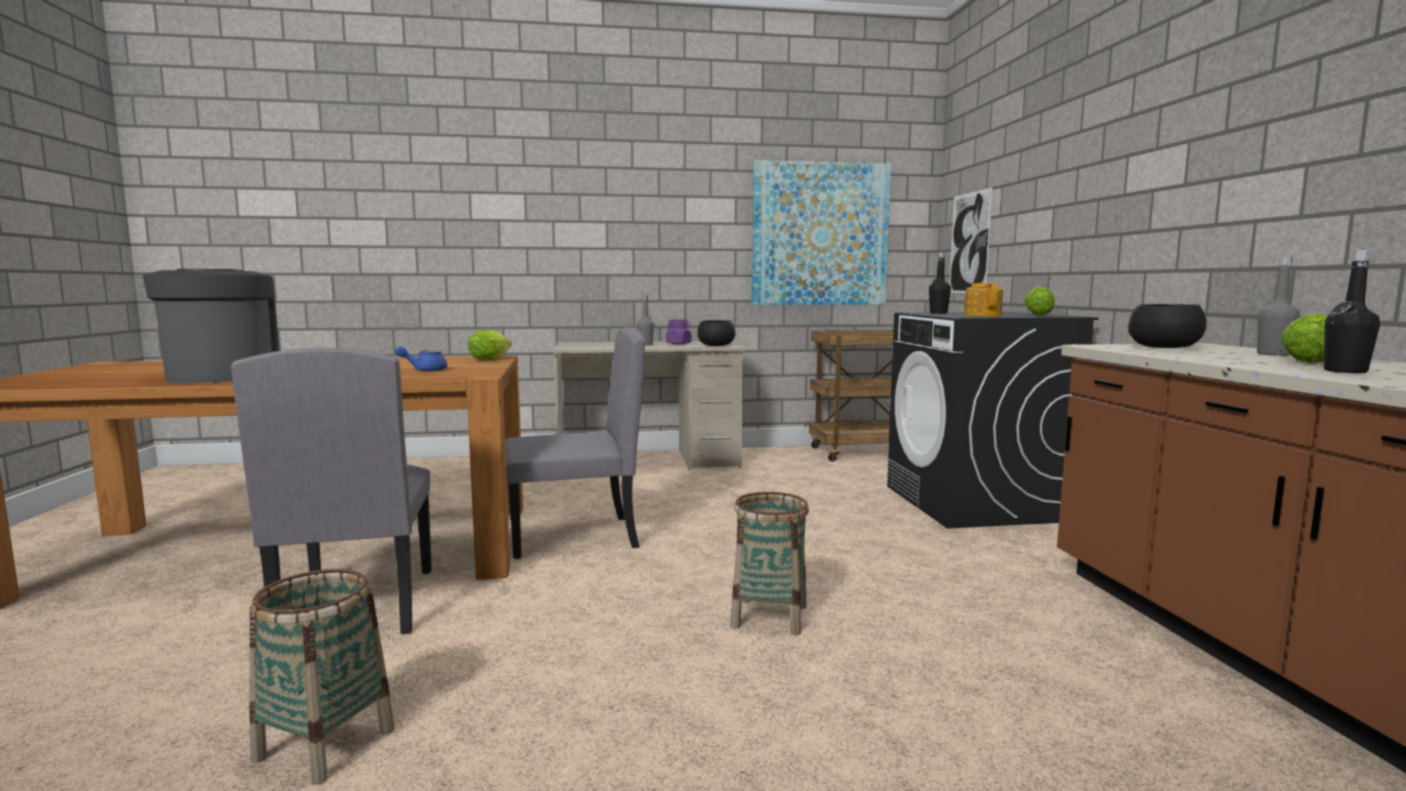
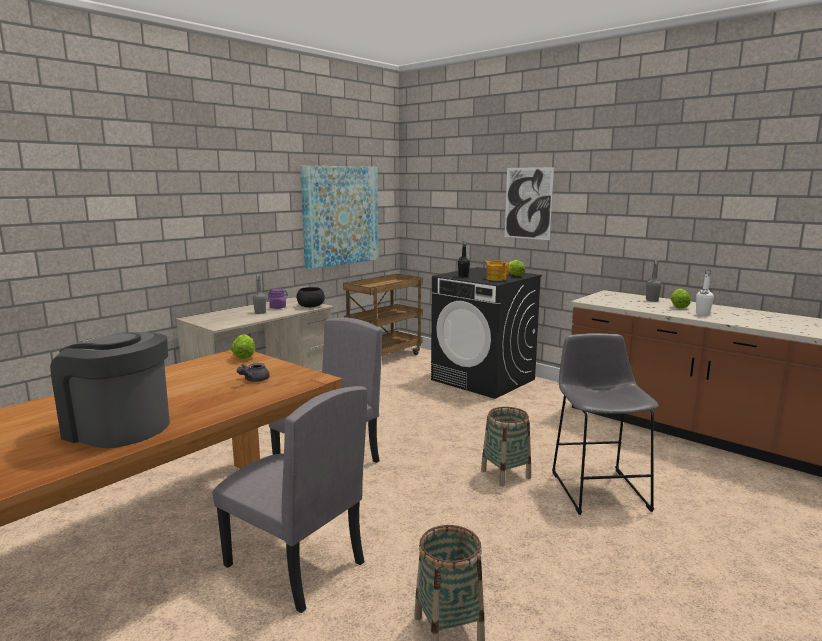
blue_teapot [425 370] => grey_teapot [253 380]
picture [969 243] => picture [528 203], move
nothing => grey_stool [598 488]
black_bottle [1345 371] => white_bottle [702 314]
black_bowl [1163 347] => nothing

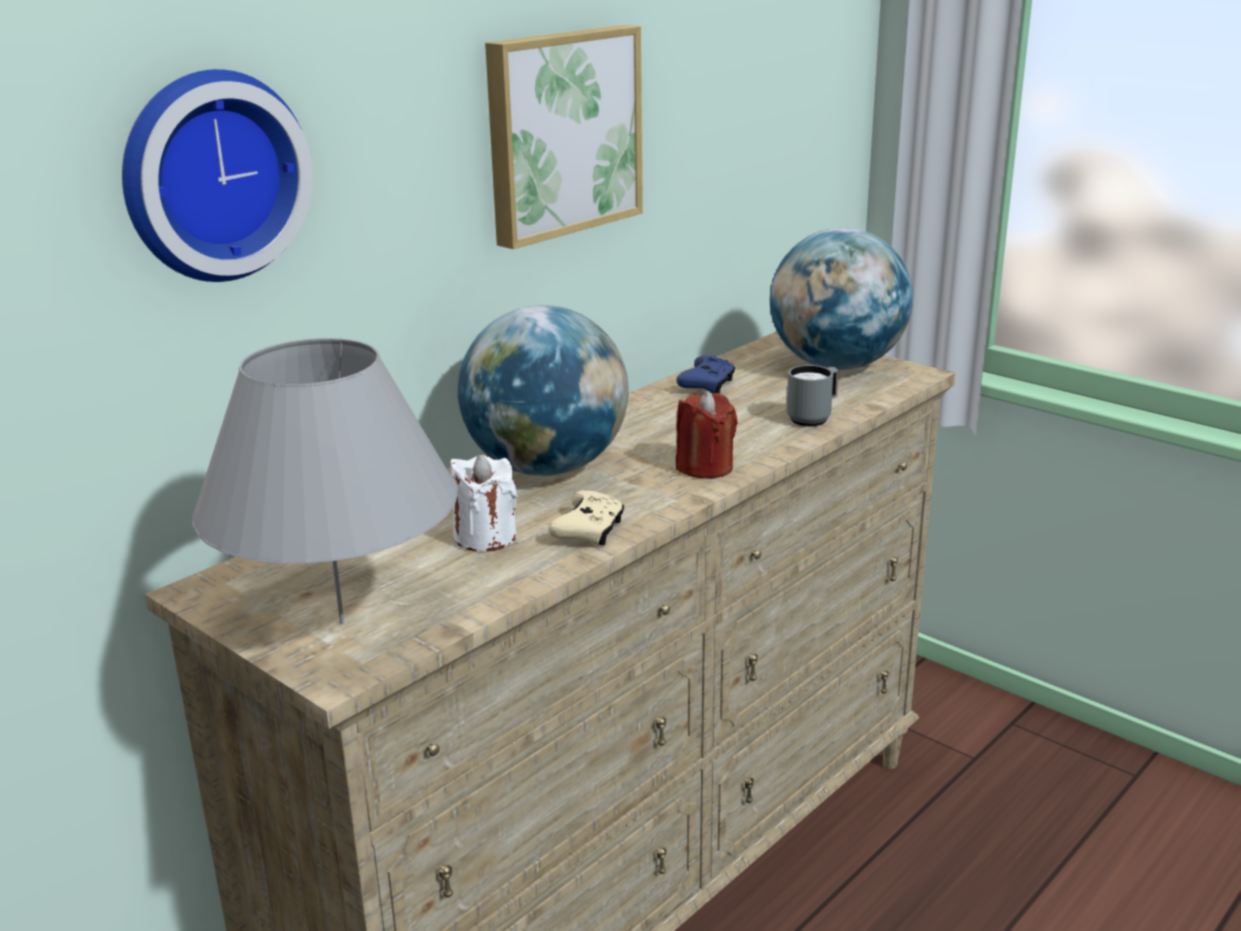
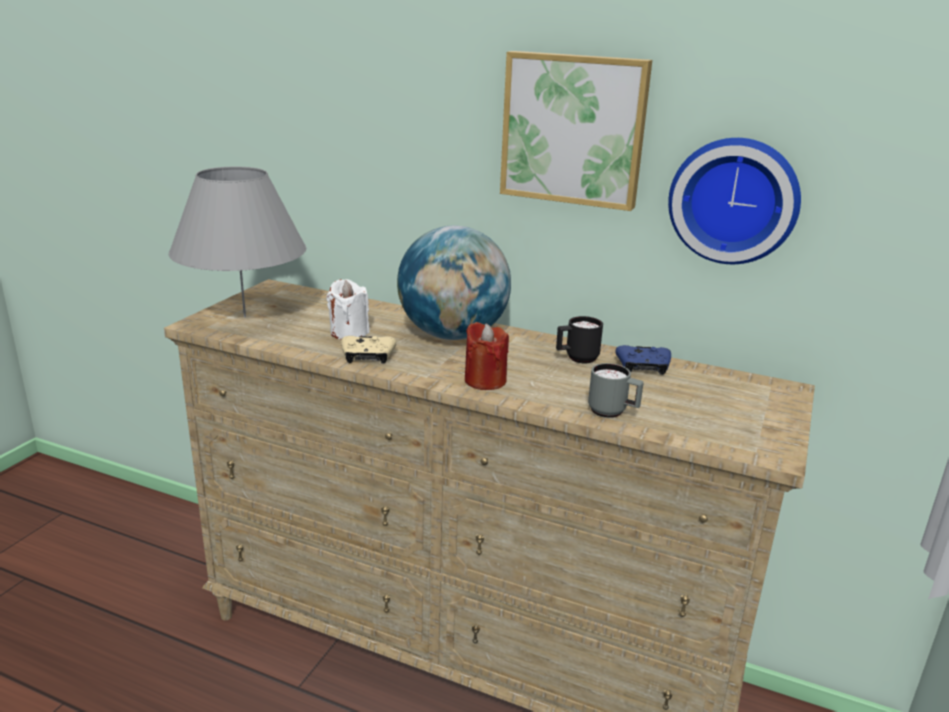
nothing => black_mug [576 358]
wall_clock [210 175] => wall_clock [734 200], move
globe [836 366] => nothing

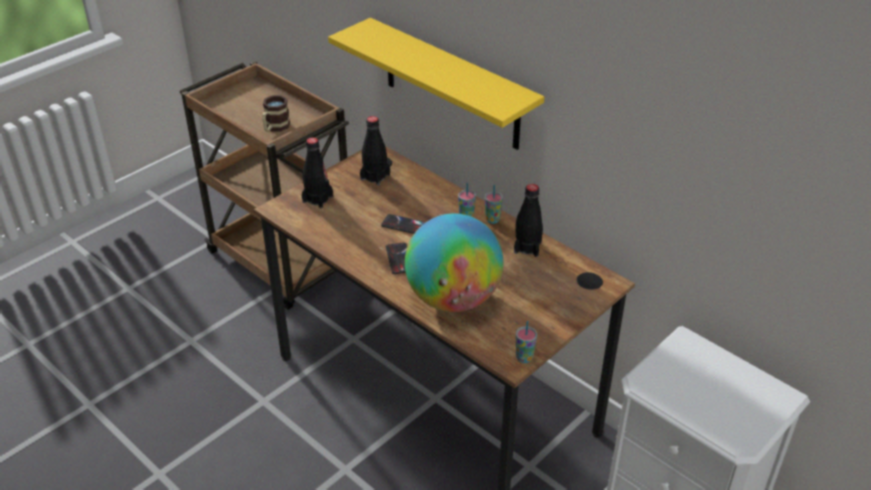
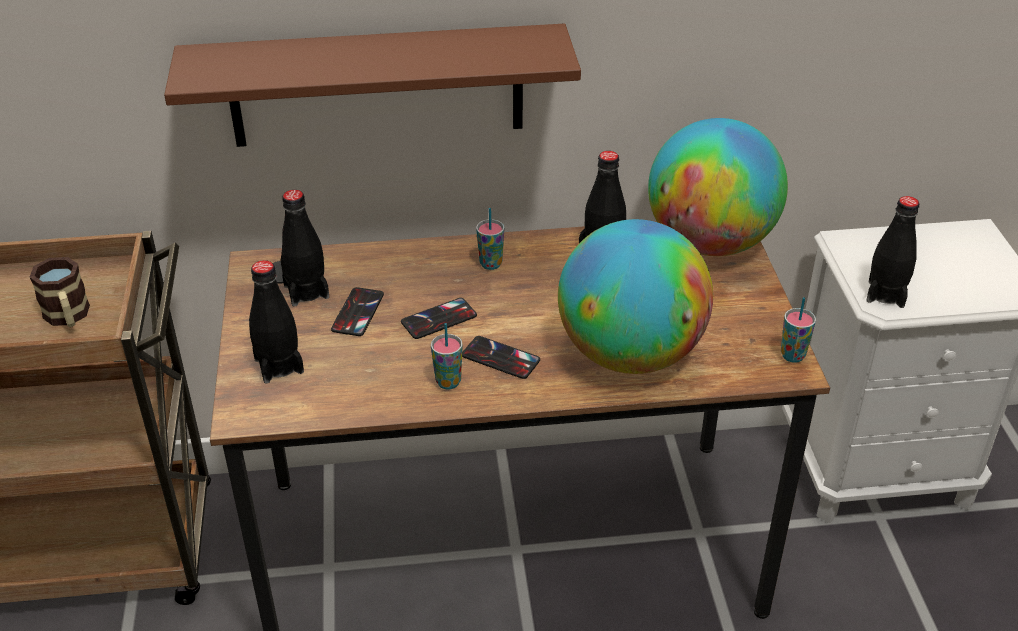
yellow_shelf [451 85] => brown_shelf [376 86]
nothing => phone [357 312]
cup [492 220] => cup [448 382], move
nothing => globe [709 243]
nothing => black_bottle [886 294]

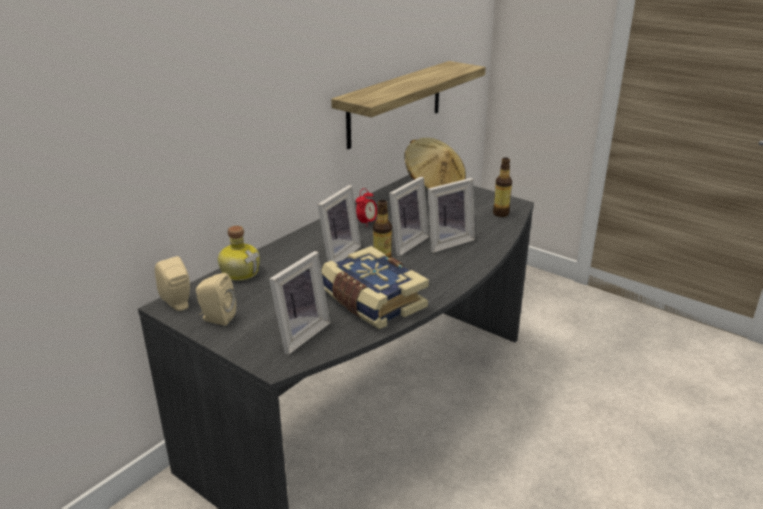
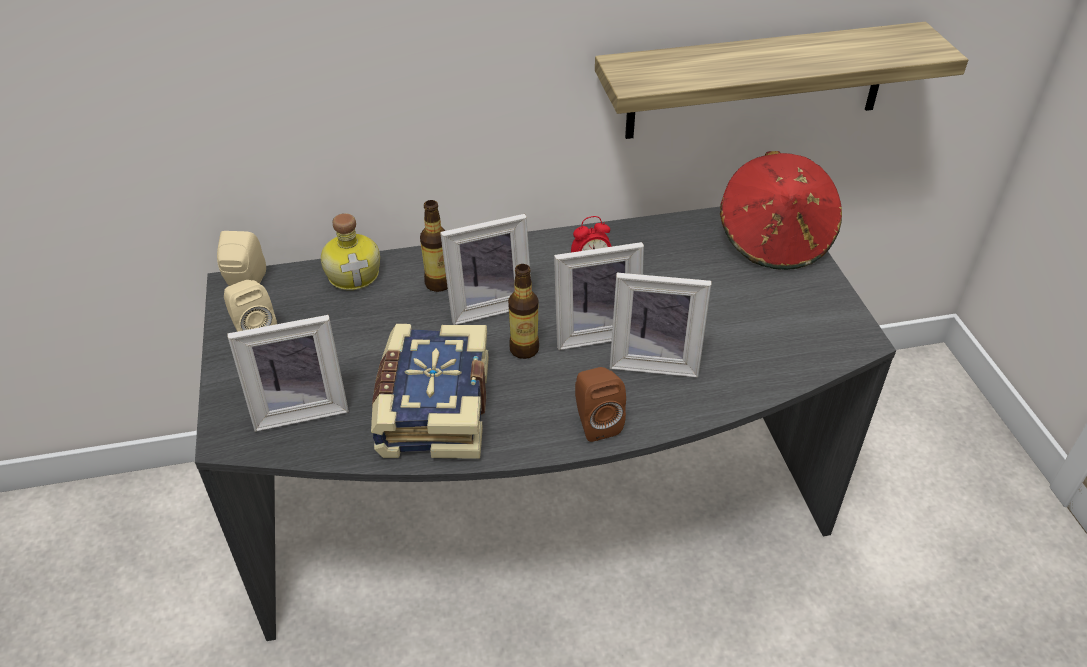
bottle [500 213] => bottle [438 283], move
nothing => brown_speaker [595 422]
beige_hat [434 185] => red_hat [775 241]

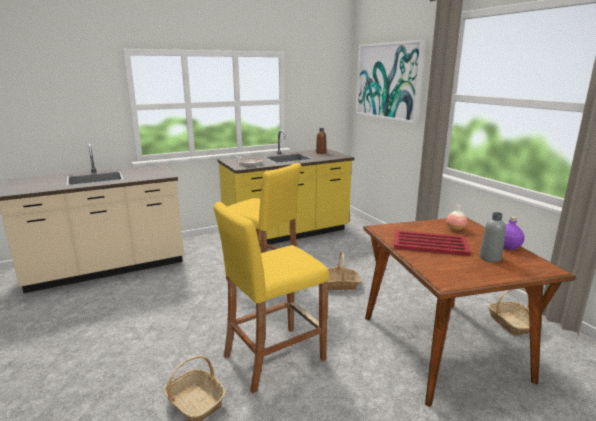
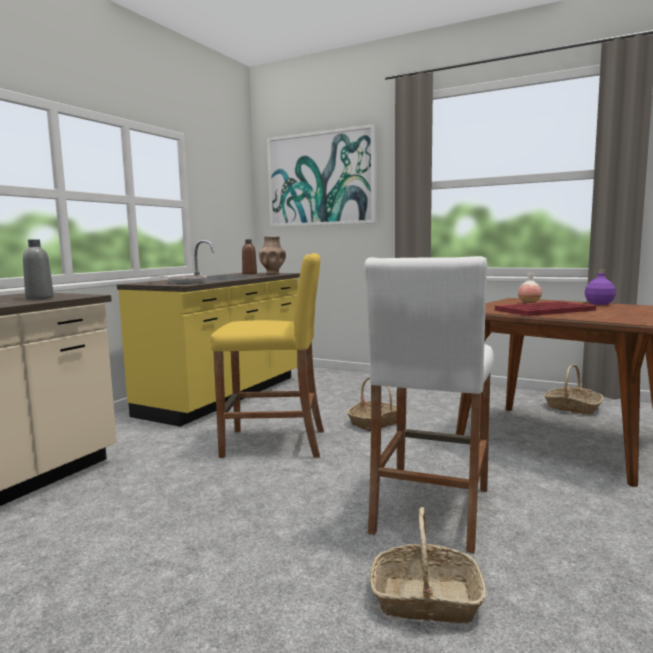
grey_bottle [490 258] => grey_bottle [40 298], move
nothing => brown_vase [273 274]
yellow_stool [274 357] => white_stool [430 509]

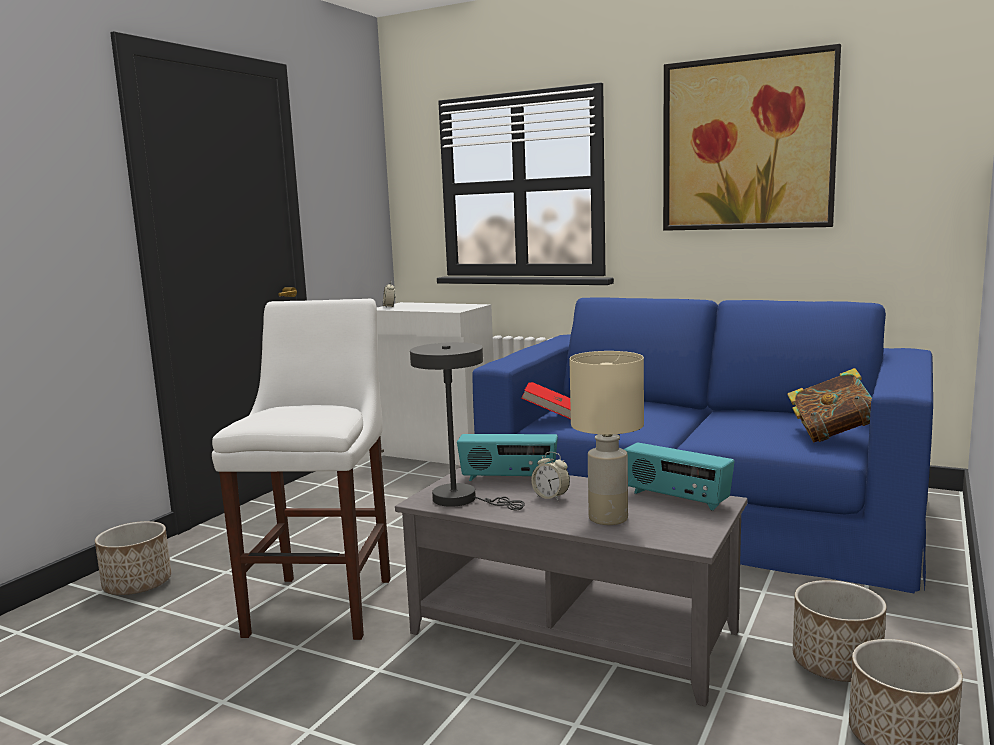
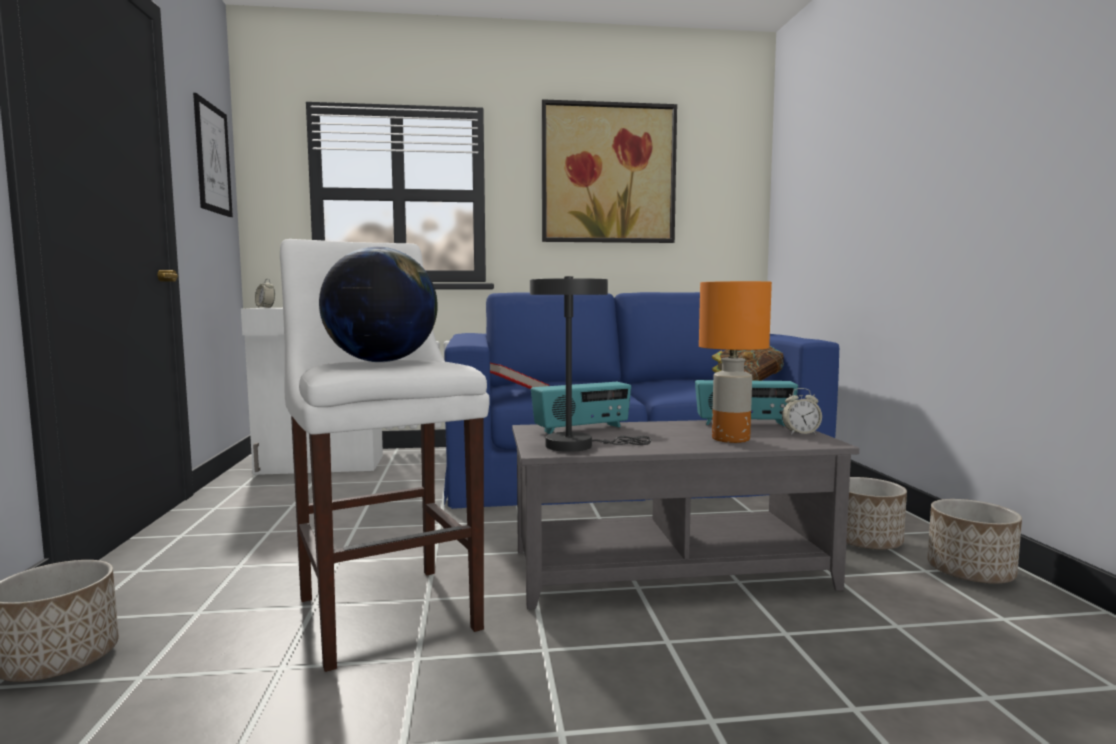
nothing => picture [212 159]
nothing => globe [381 362]
beige_table_lamp [609 518] => orange_table_lamp [731 439]
alarm_clock [551 497] => alarm_clock [800 433], move

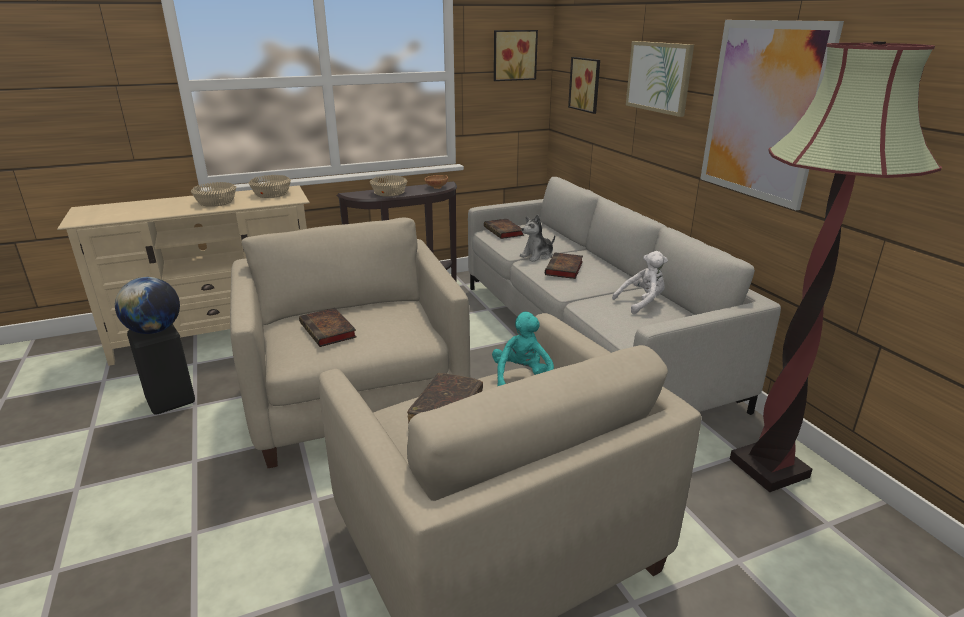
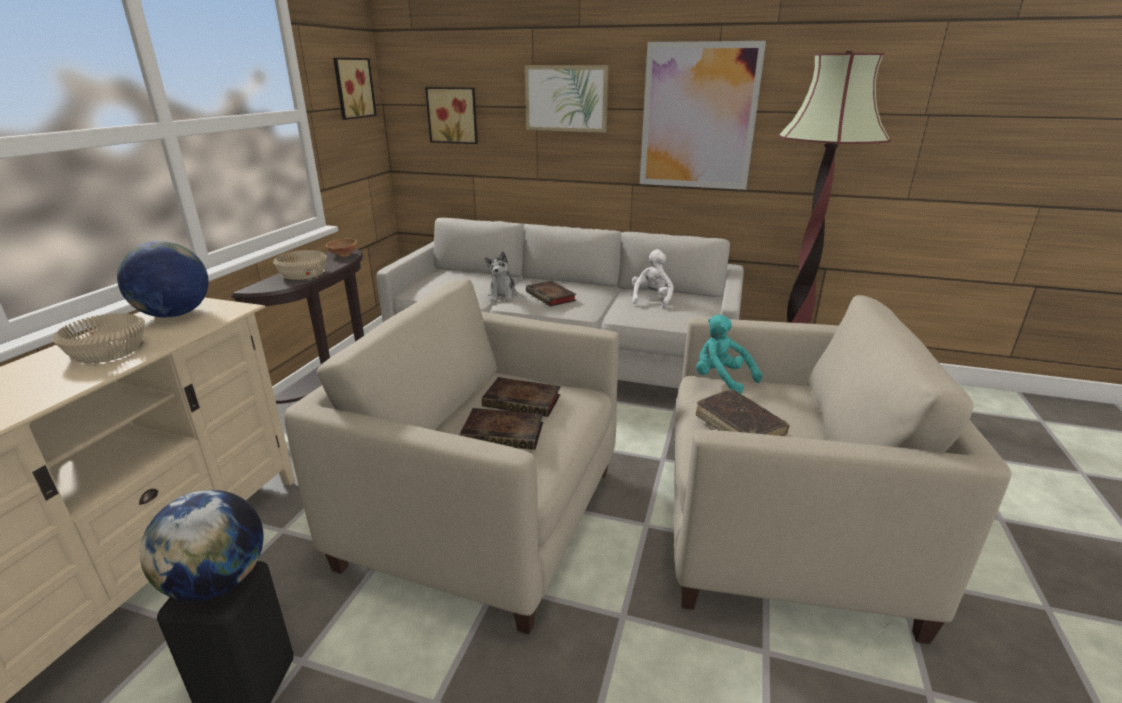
beige_bowl [271 194] => globe [174 315]
book [504 231] => book [524 401], move

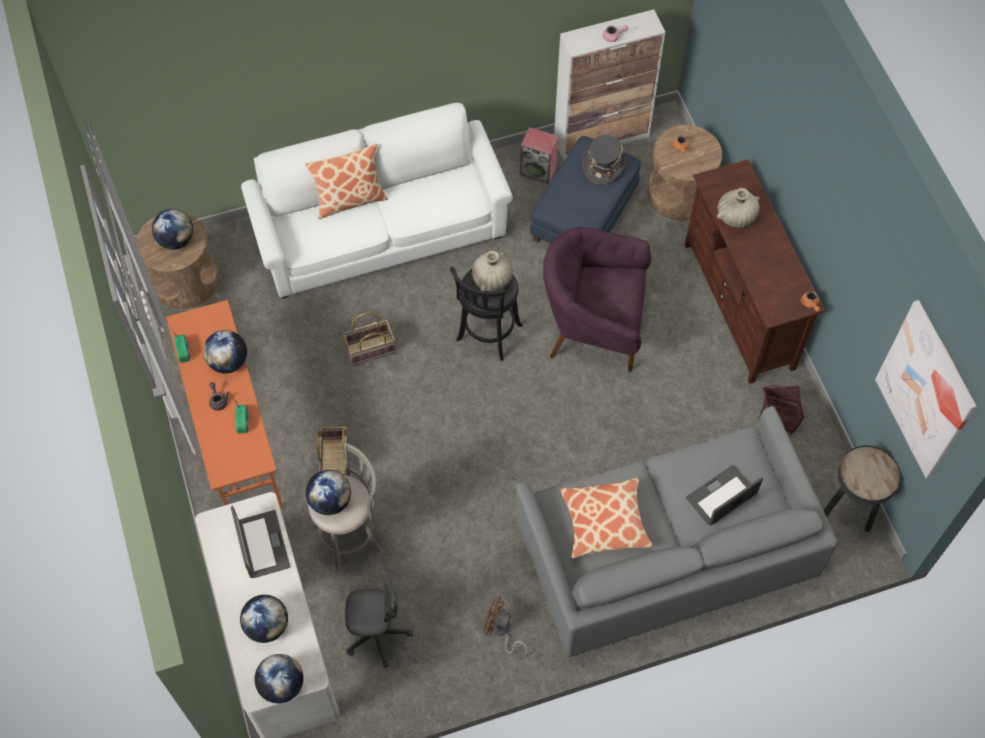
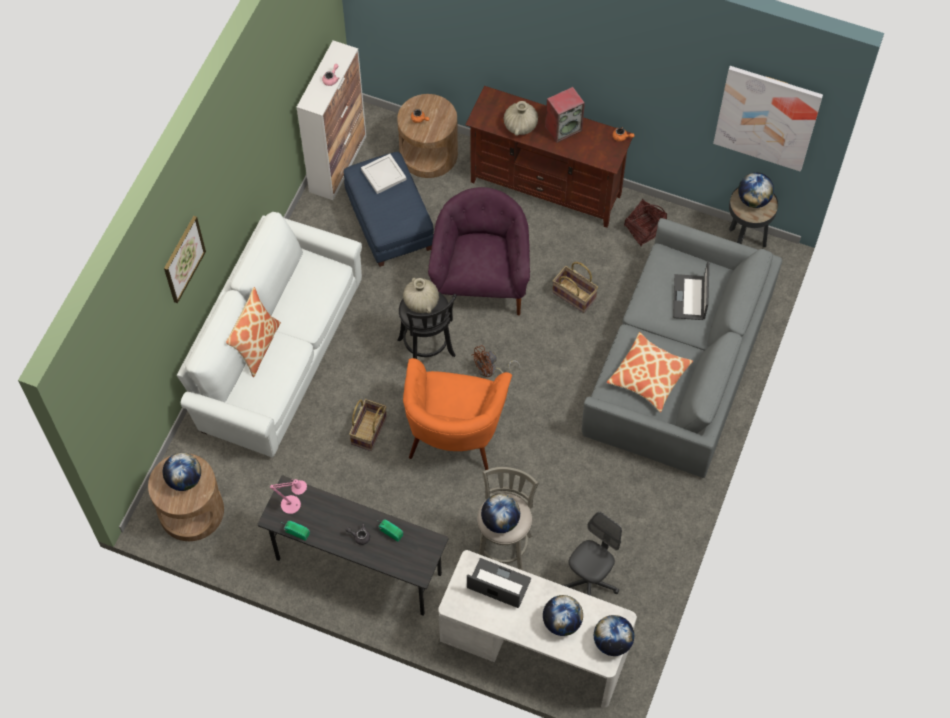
nothing => picture [183 259]
orange_desk [235 438] => grey_desk [358 567]
nothing => pink_table_lamp [293 505]
grey_hat [603 165] => white_tray [383 174]
nothing => orange_armchair [454 432]
purple_armchair [594 325] => purple_armchair [480 281], 135 degrees clockwise
brown_fan [500 631] => brown_fan [491 370], move
speaker [539 170] => speaker [563 128], move
basket [336 460] => basket [574 295], move
globe [228 362] => globe [753 200], move

